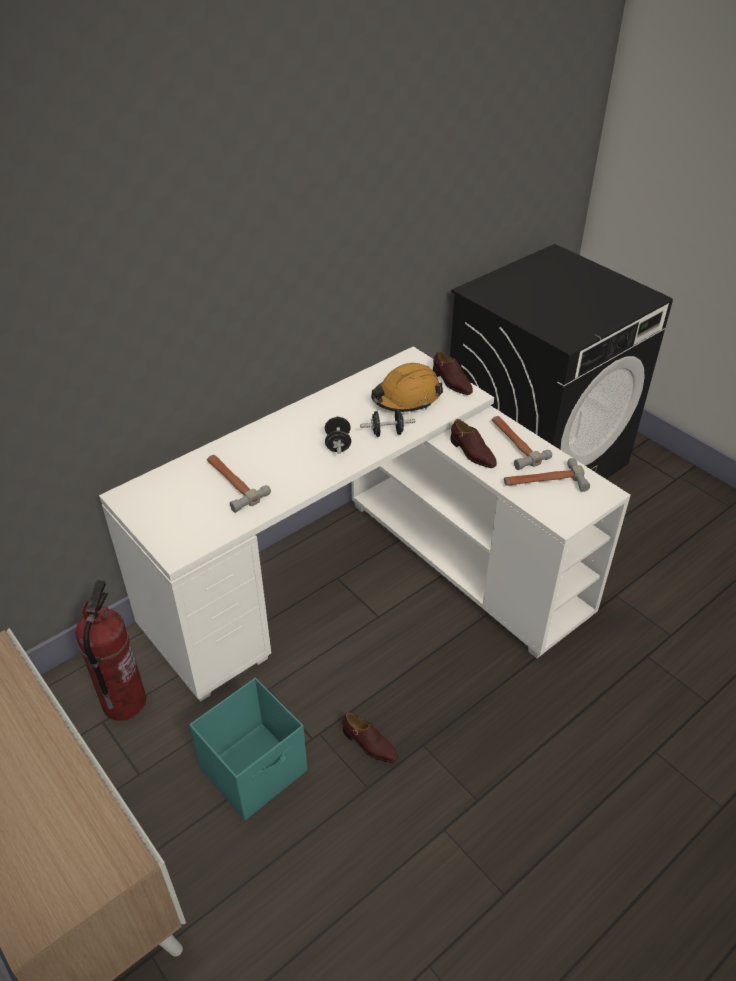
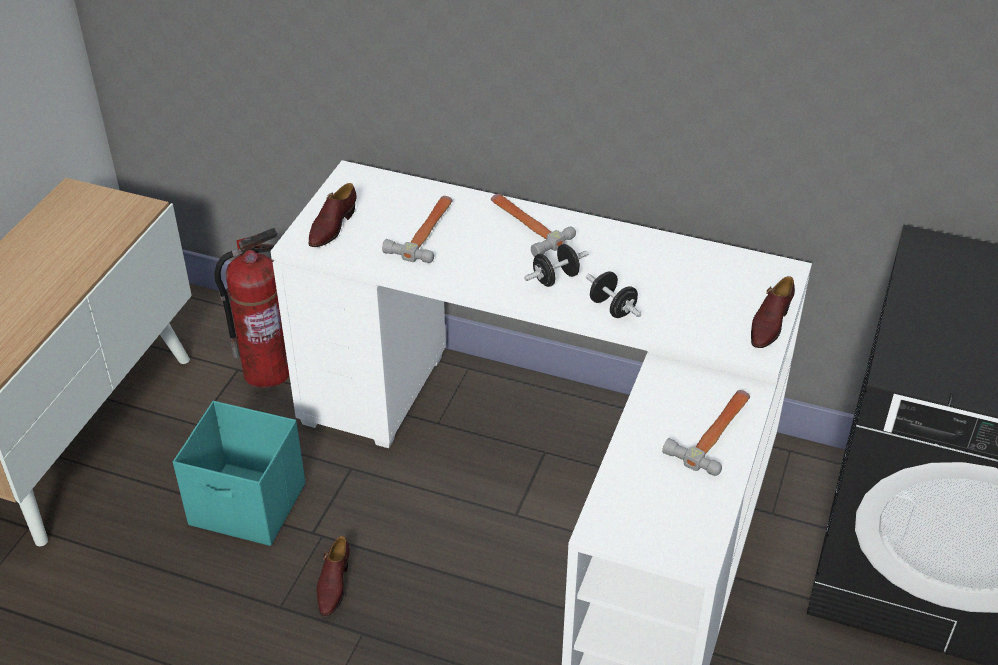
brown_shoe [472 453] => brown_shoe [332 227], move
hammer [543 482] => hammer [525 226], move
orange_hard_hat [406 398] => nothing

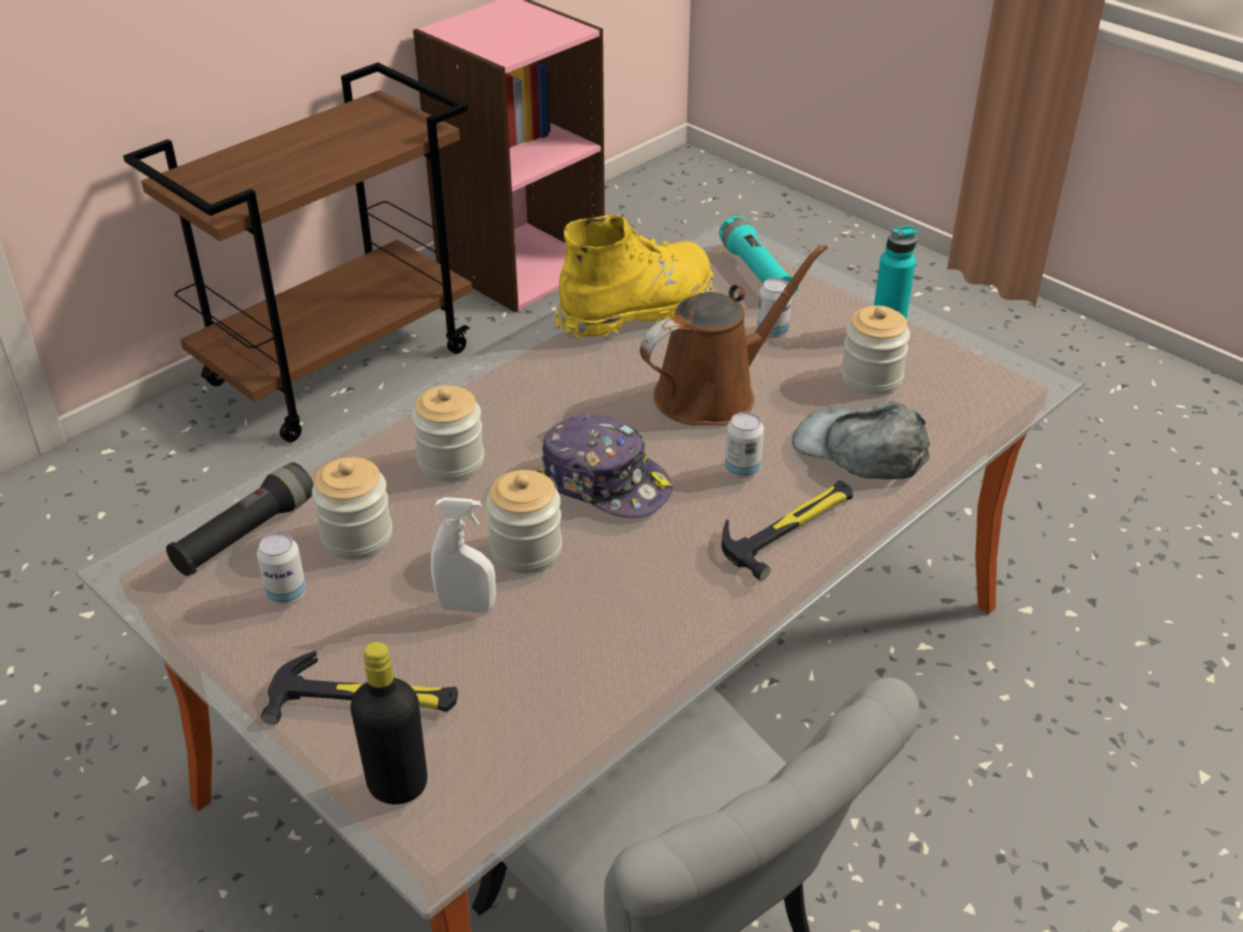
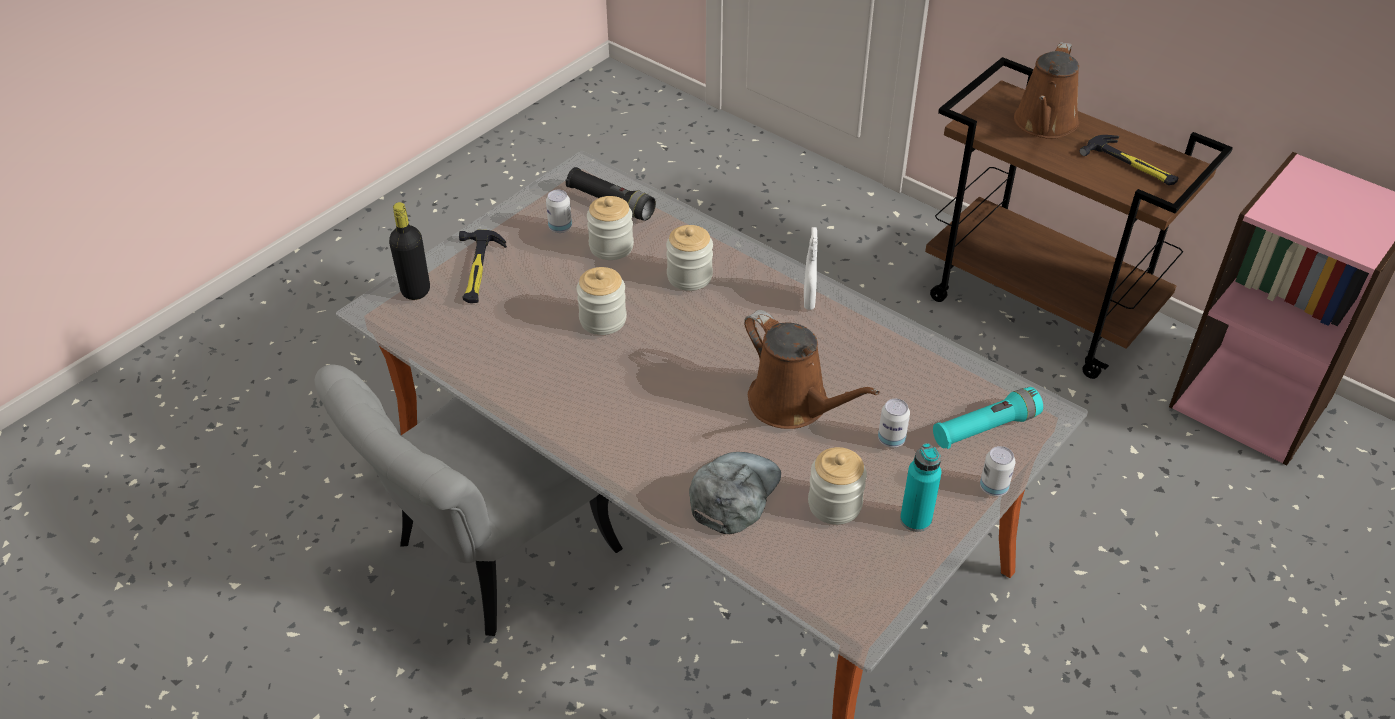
white_spray_bottle [466 607] => white_spray_bottle [809 300], move
can [742 470] => can [993 487], move
nothing => brown_watering_can [1044 124]
hammer [790 527] => hammer [1131 165], move
cap [605 482] => nothing
yellow_boot [637 310] => nothing

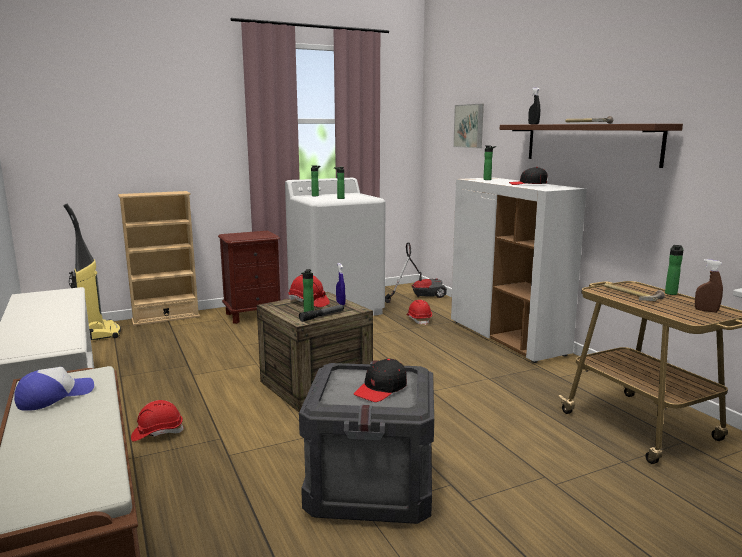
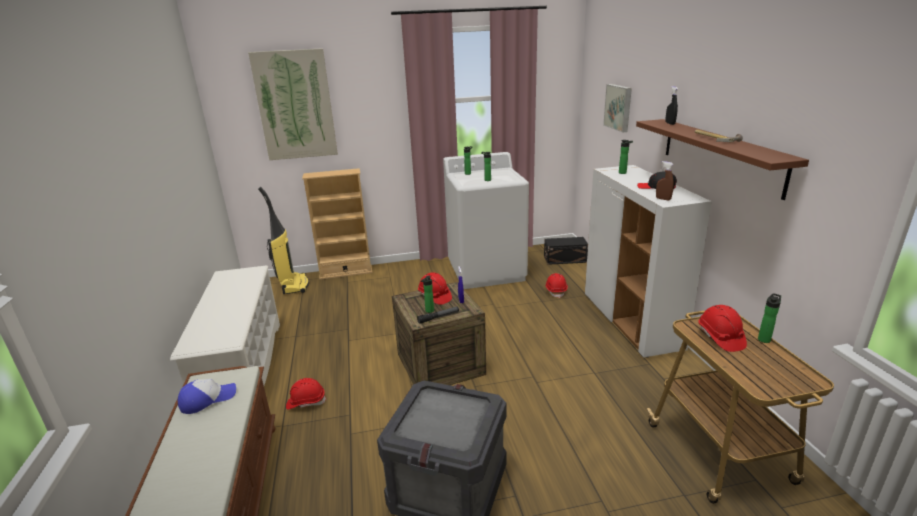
nothing => picture [295 105]
vacuum_cleaner [418 296] => black_storage_box [565 259]
brown_spray_bottle [706 310] => brown_spray_bottle [663 199], move
hammer [631 295] => red_hard_hat [720 337]
brown_nightstand [253 315] => nothing
black_cap [381 389] => nothing

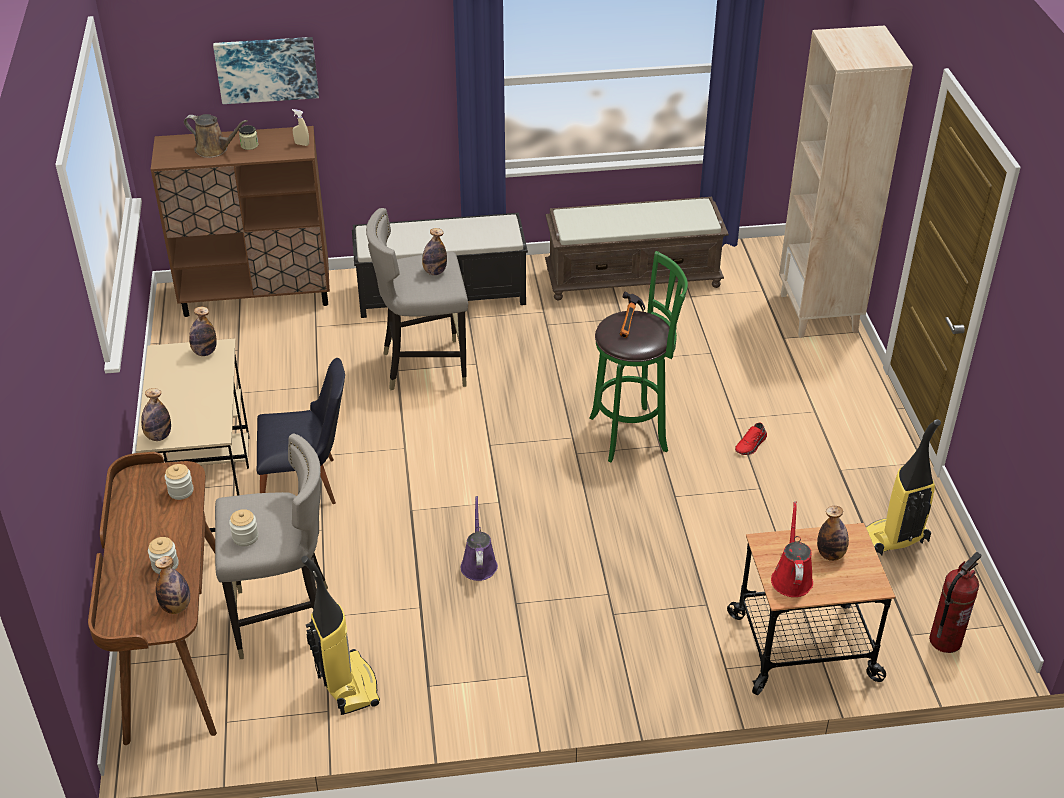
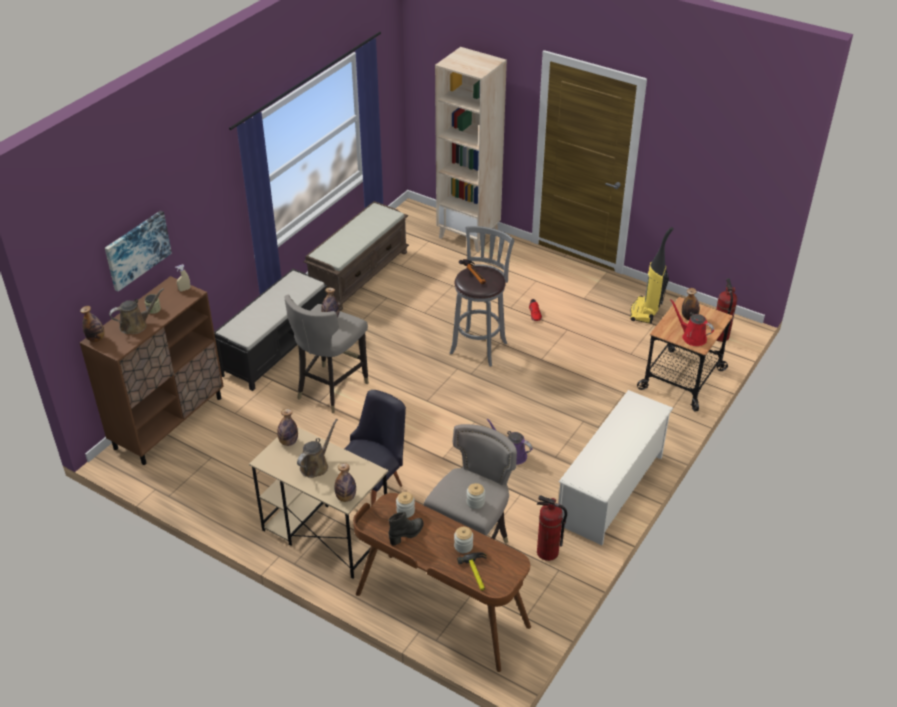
bottle [176 607] => bottle [96 339], move
nothing => brown_watering_can [316 465]
nothing => black_boot [407 534]
green_stool [633 433] => grey_stool [479 346]
nothing => hammer [477 573]
vacuum_cleaner [347 684] => fire_extinguisher [547 552]
nothing => white_shoe_rack [611 490]

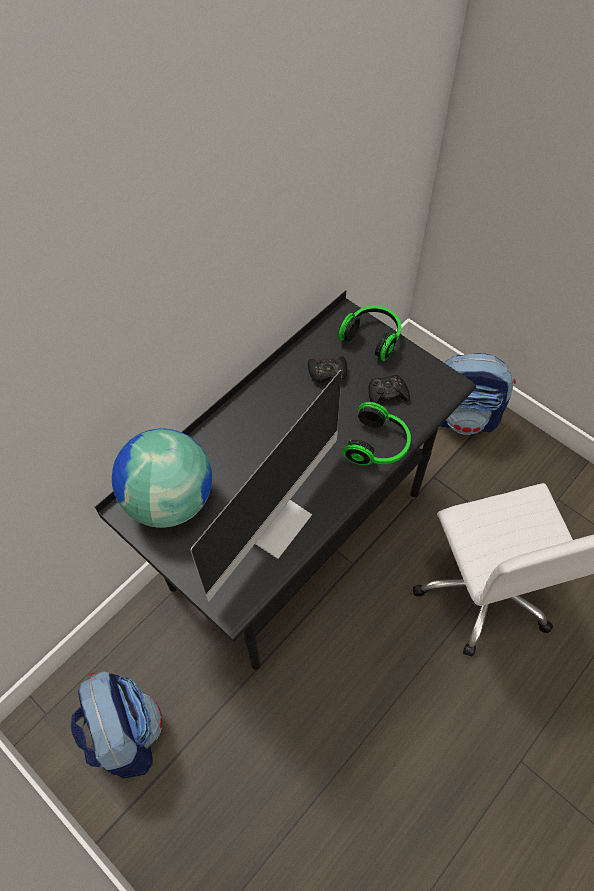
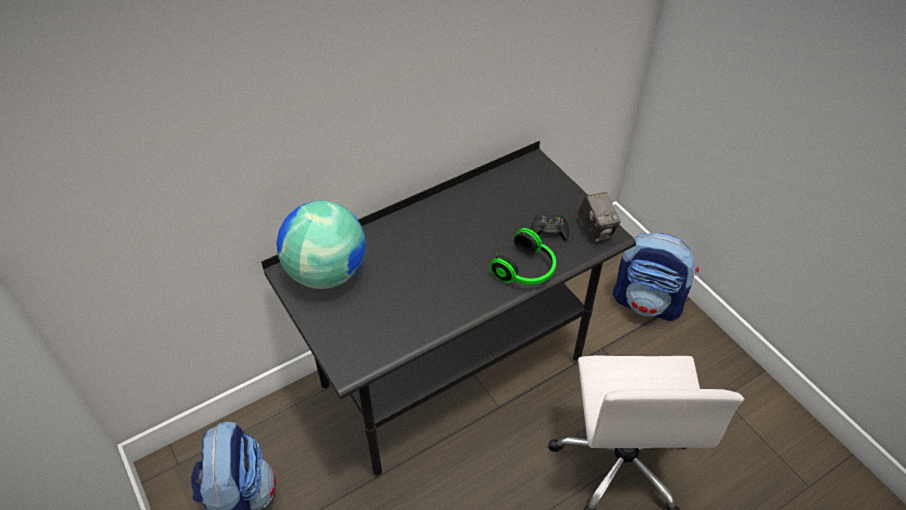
nothing => photo_camera [595 230]
monitor [274 521] => nothing
black_game_controller [327 372] => nothing
headphones [373 337] => nothing

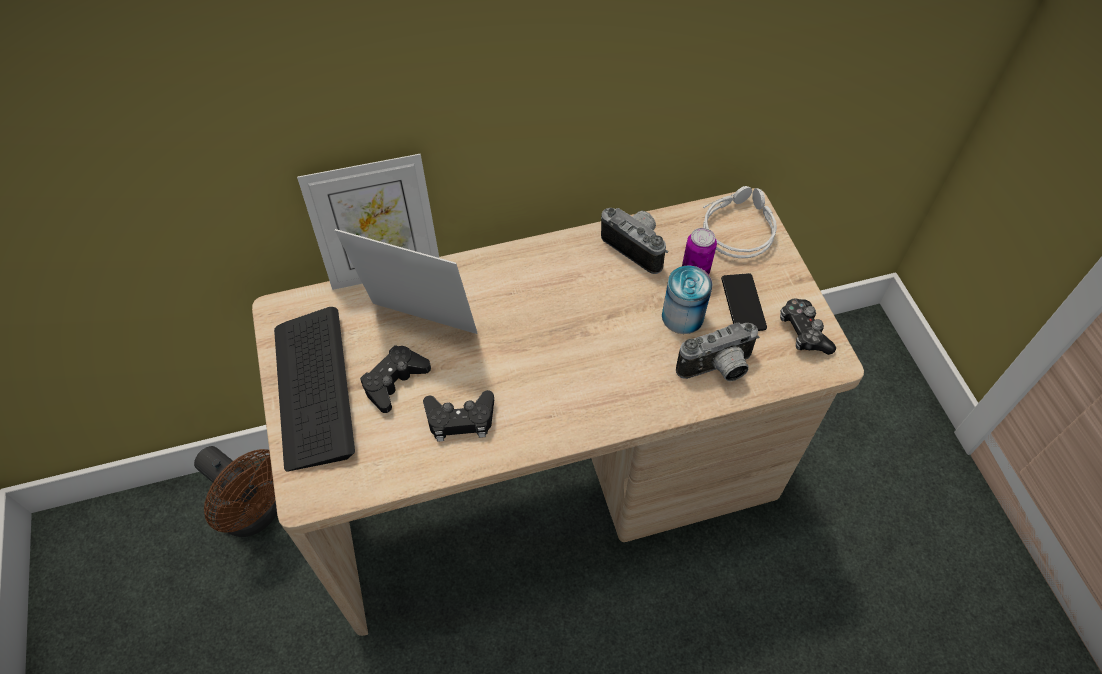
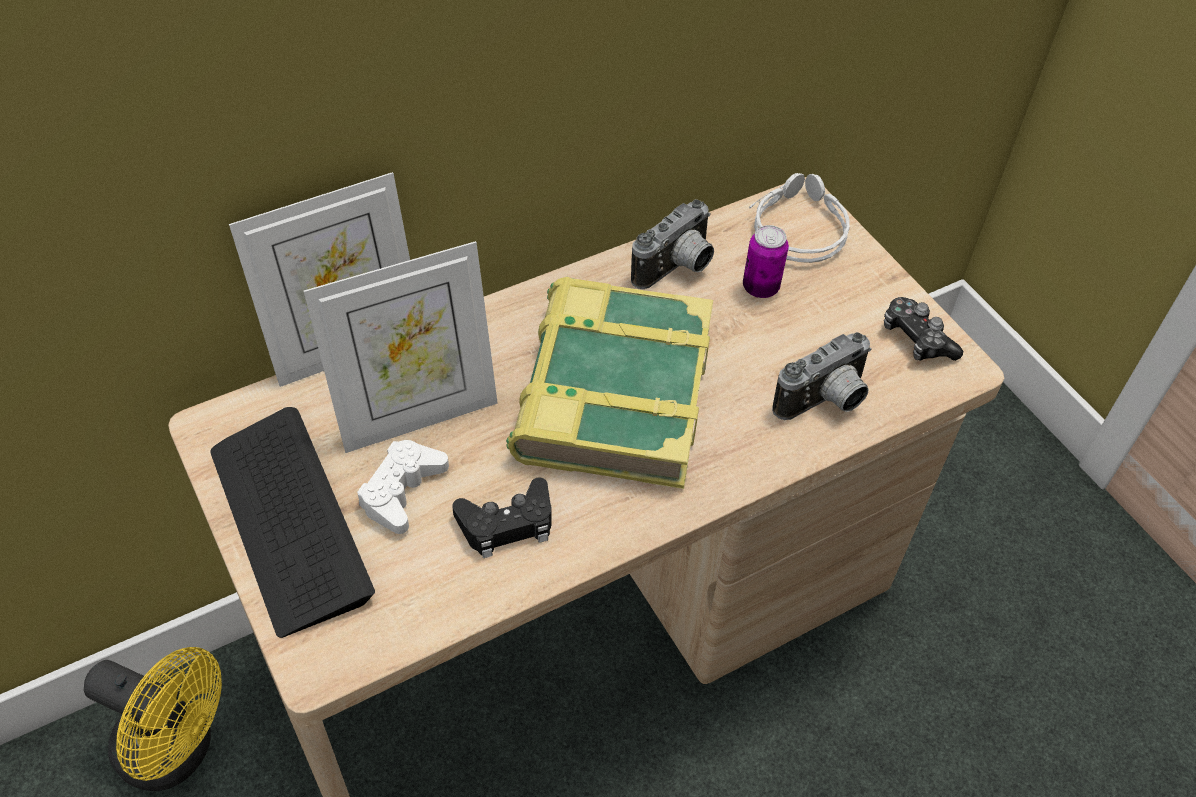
brown_fan [257 513] => yellow_fan [177 752]
picture_frame [420 327] => picture_frame [417 415], 150 degrees clockwise
black_game_controller [394 381] => white_game_controller [402 491]
nothing => book [611 393]
photo_camera [637 246] => photo_camera [677 269], 105 degrees clockwise
can [682 316] => nothing
phone [743 303] => nothing

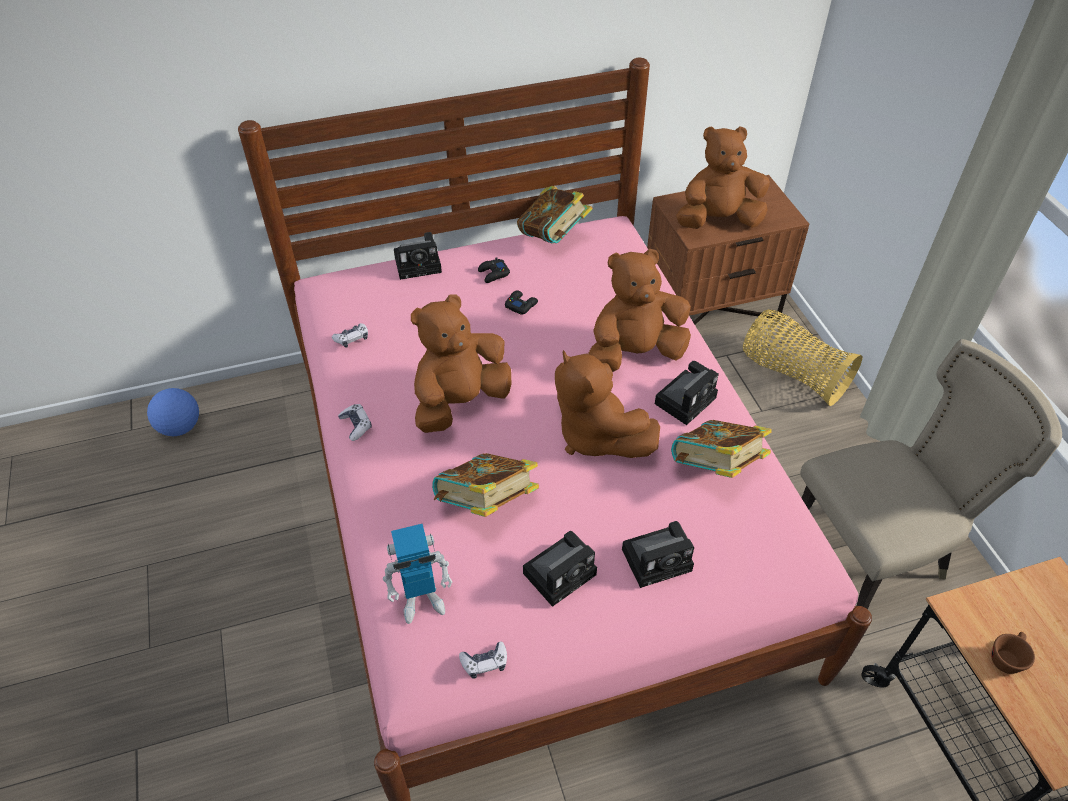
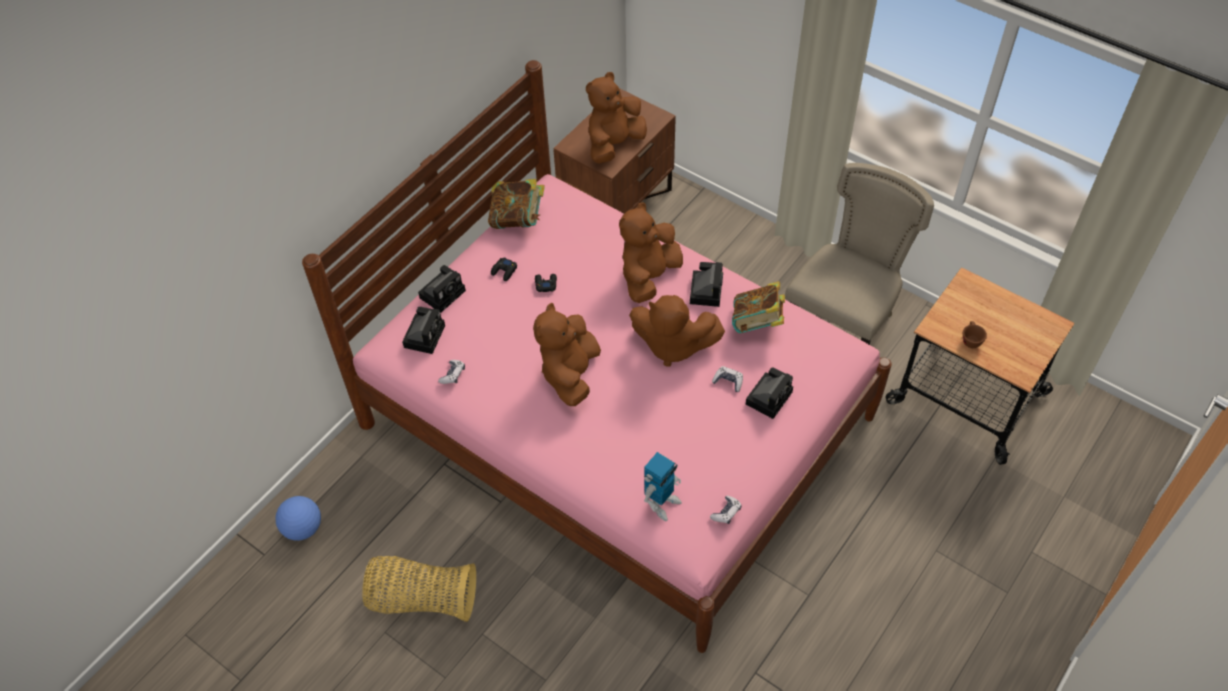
basket [792 373] => basket [422 599], move
photo_camera [561 572] => photo_camera [425 335], move
game_controller [356 425] => game_controller [728 381], move
book [486 504] => nothing

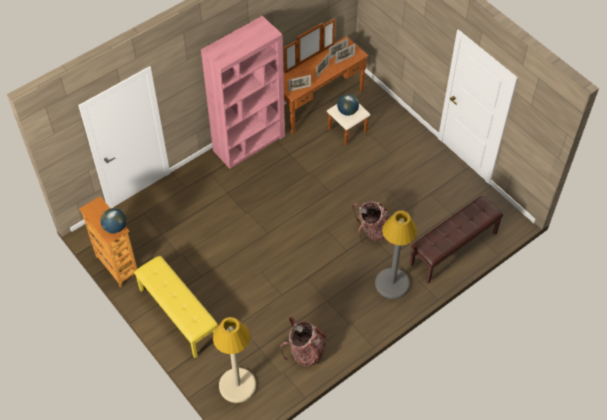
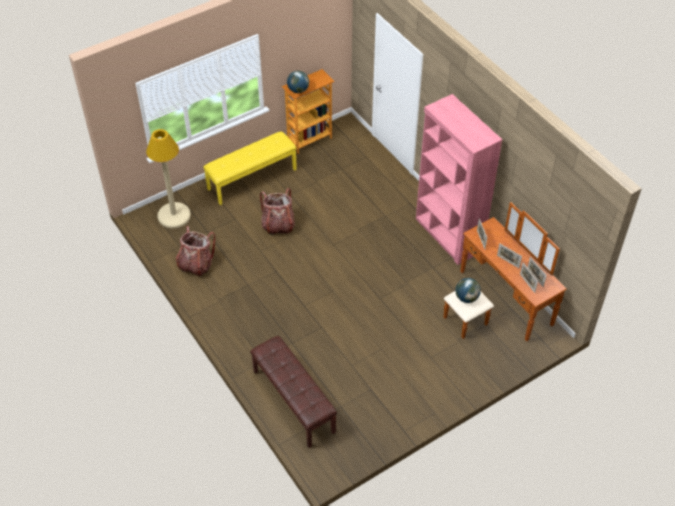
backpack [372 231] => backpack [278 225], move
grey_floor_lamp [392 284] => nothing

